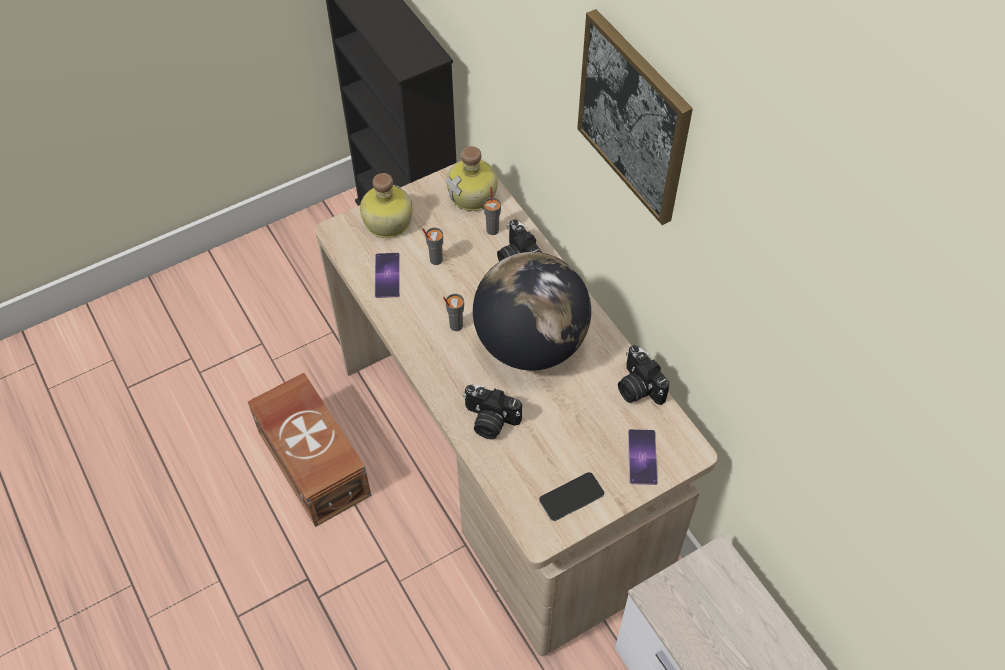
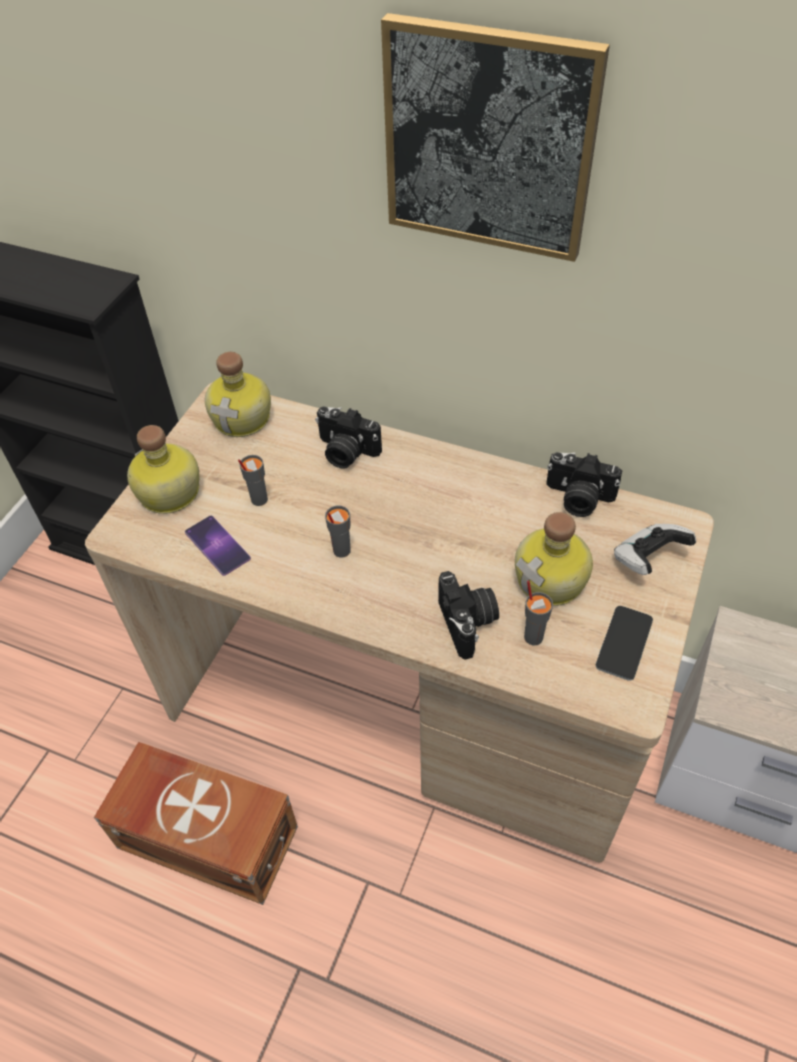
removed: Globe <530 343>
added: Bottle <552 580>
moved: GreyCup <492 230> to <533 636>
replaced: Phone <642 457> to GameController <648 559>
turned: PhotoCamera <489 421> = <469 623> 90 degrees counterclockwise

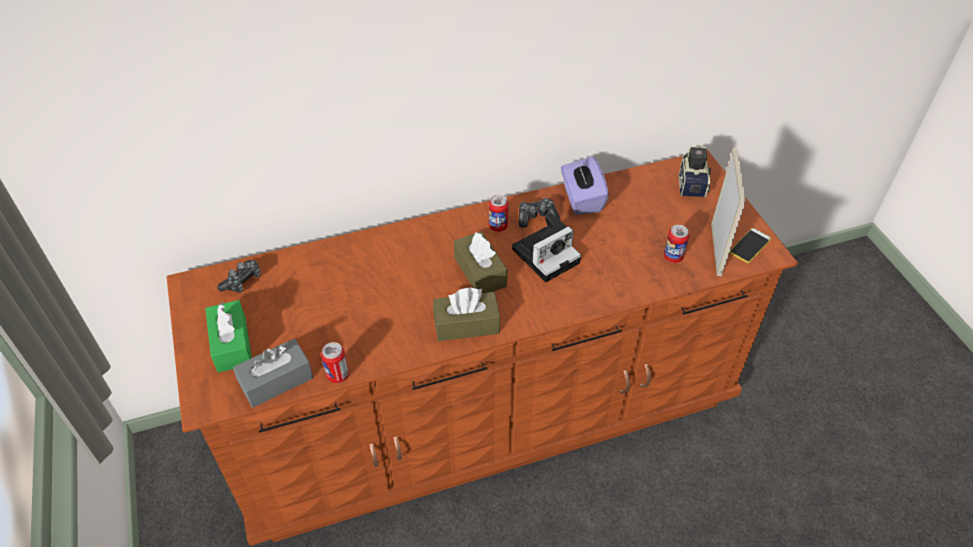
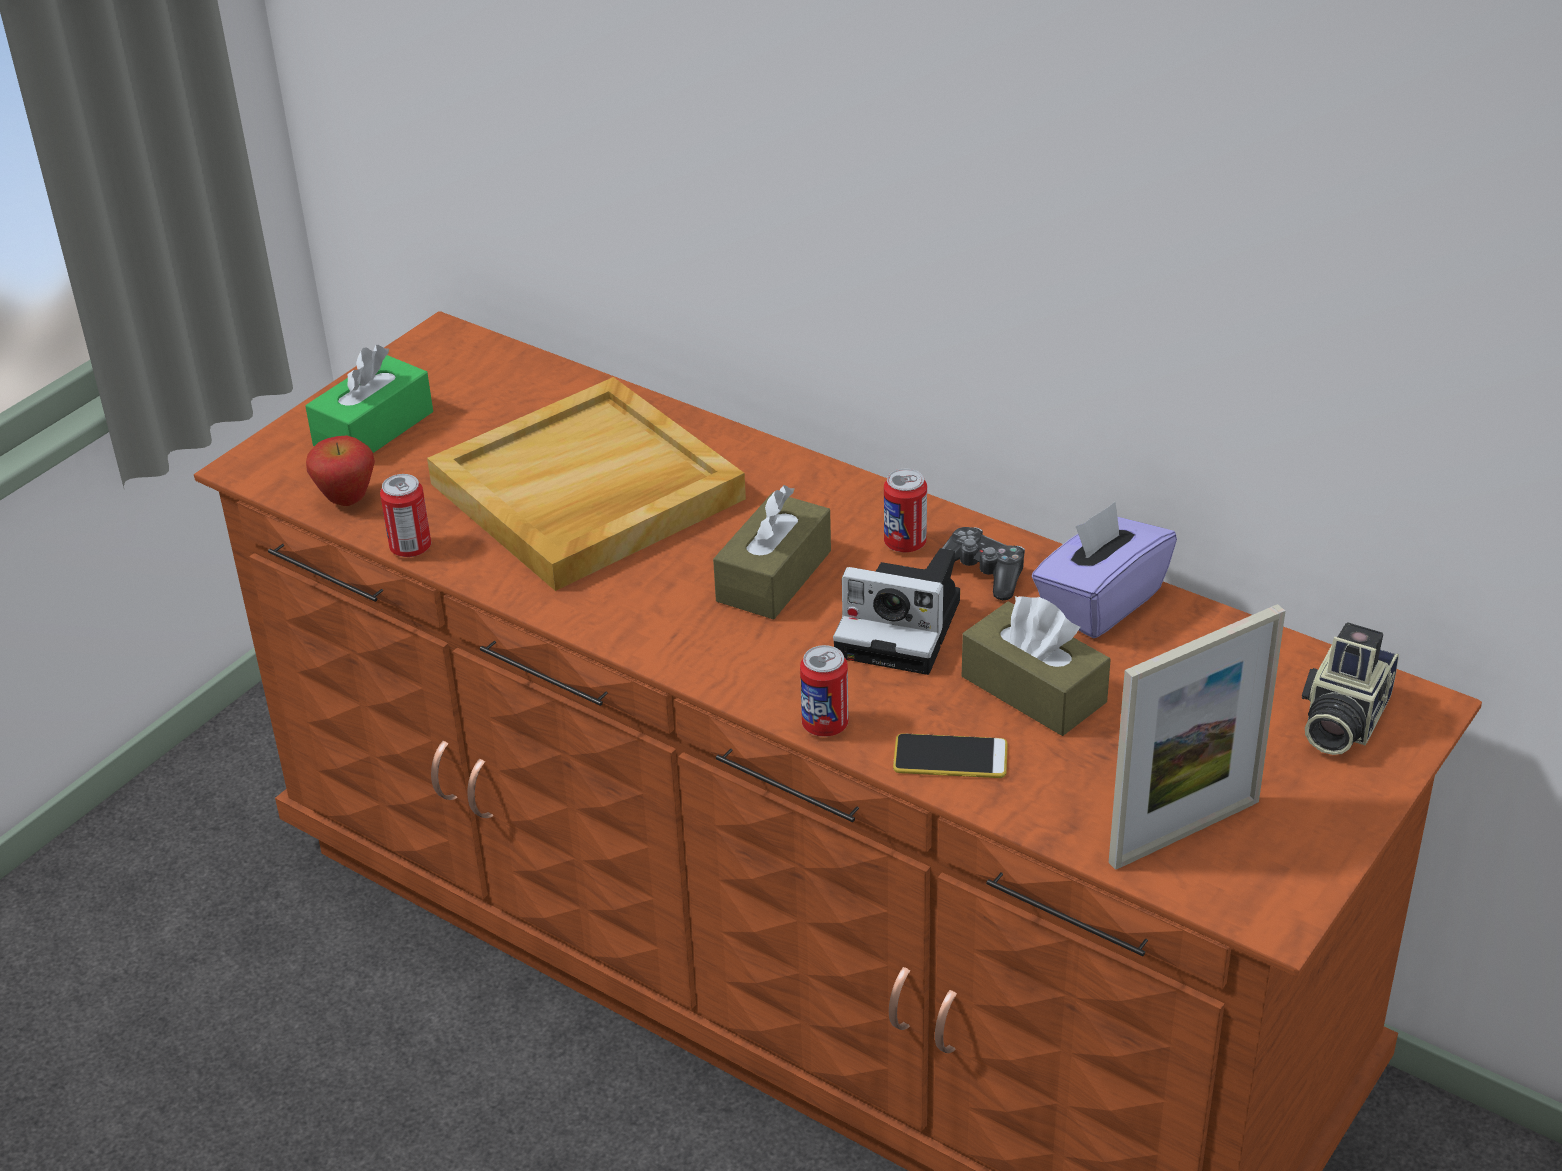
removed: GameController <242 281>
added: BeigeTray <586 493>
moved: Can <673 257> to <825 725>; Phone <750 246> to <950 757>; BrownTissueBox <466 324> to <1033 689>
replaced: GreyTissueBox <276 380> to Apple <347 501>
turned: PhotoCamera <692 183> = <1340 720> 150 degrees clockwise

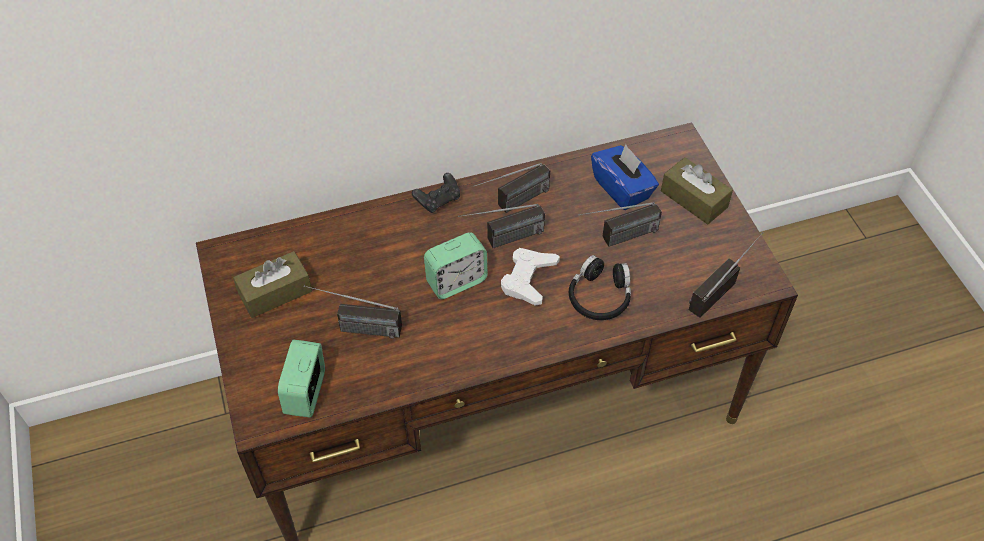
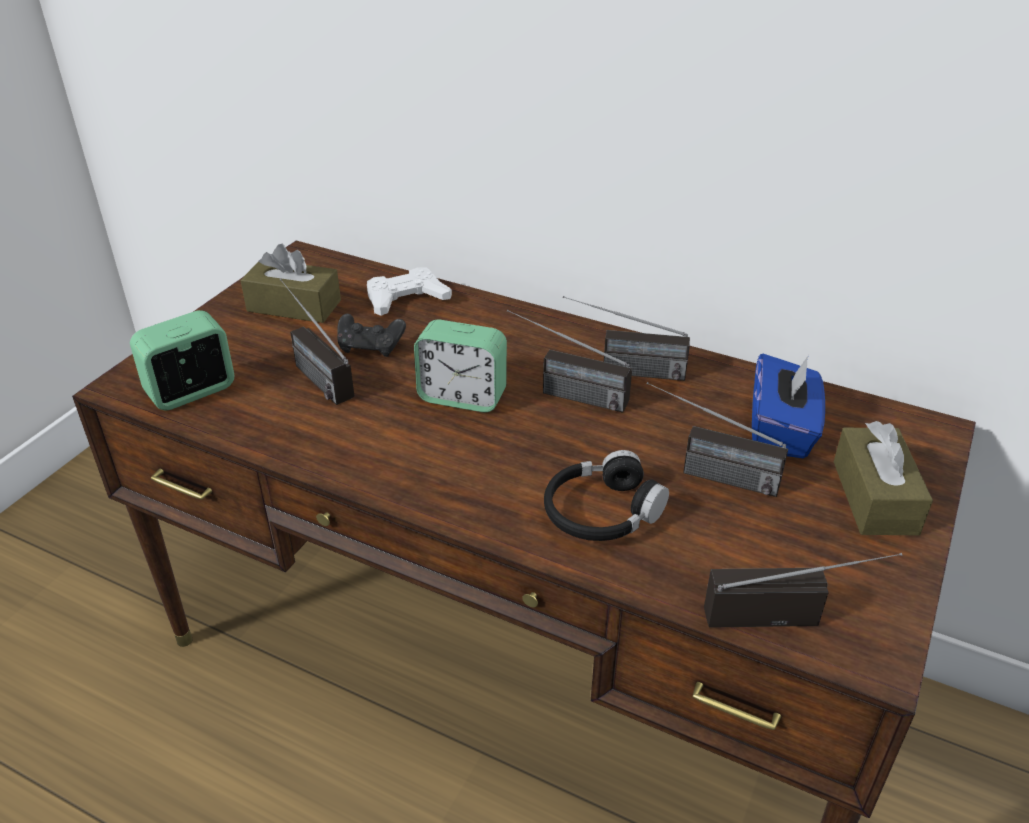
moved: BlackGameController <438 200> to <371 347>; WhiteGameController <528 279> to <406 299>

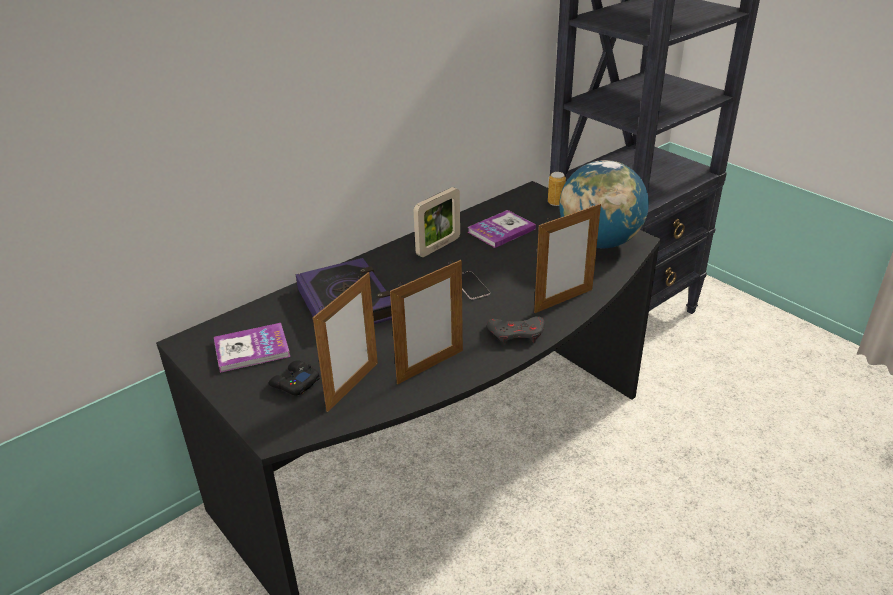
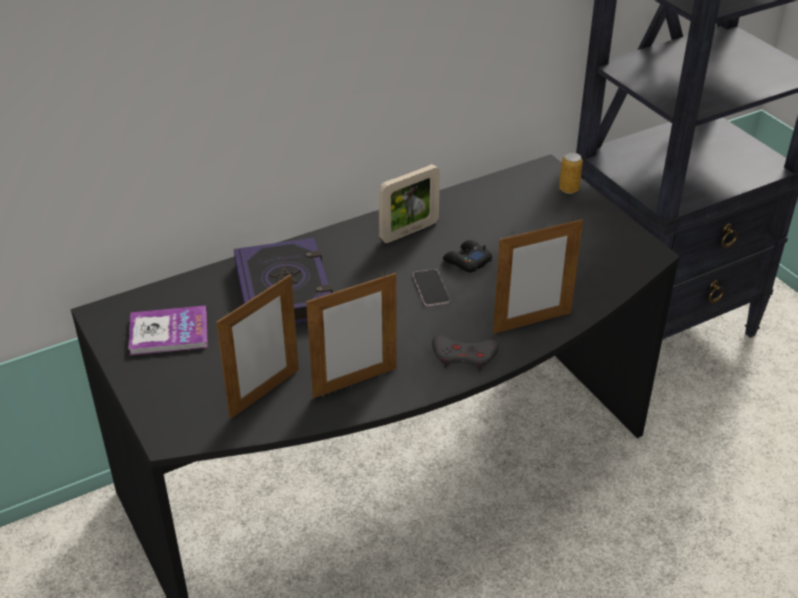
removed: Book <501 230>; Globe <599 242>
moved: BlackGameController <294 383> to <467 261>

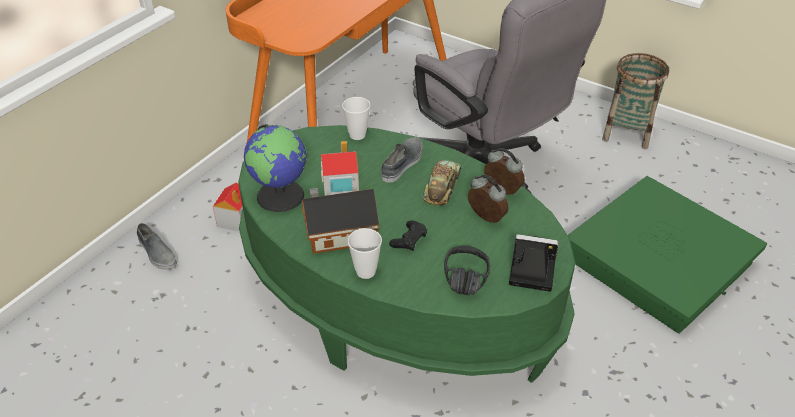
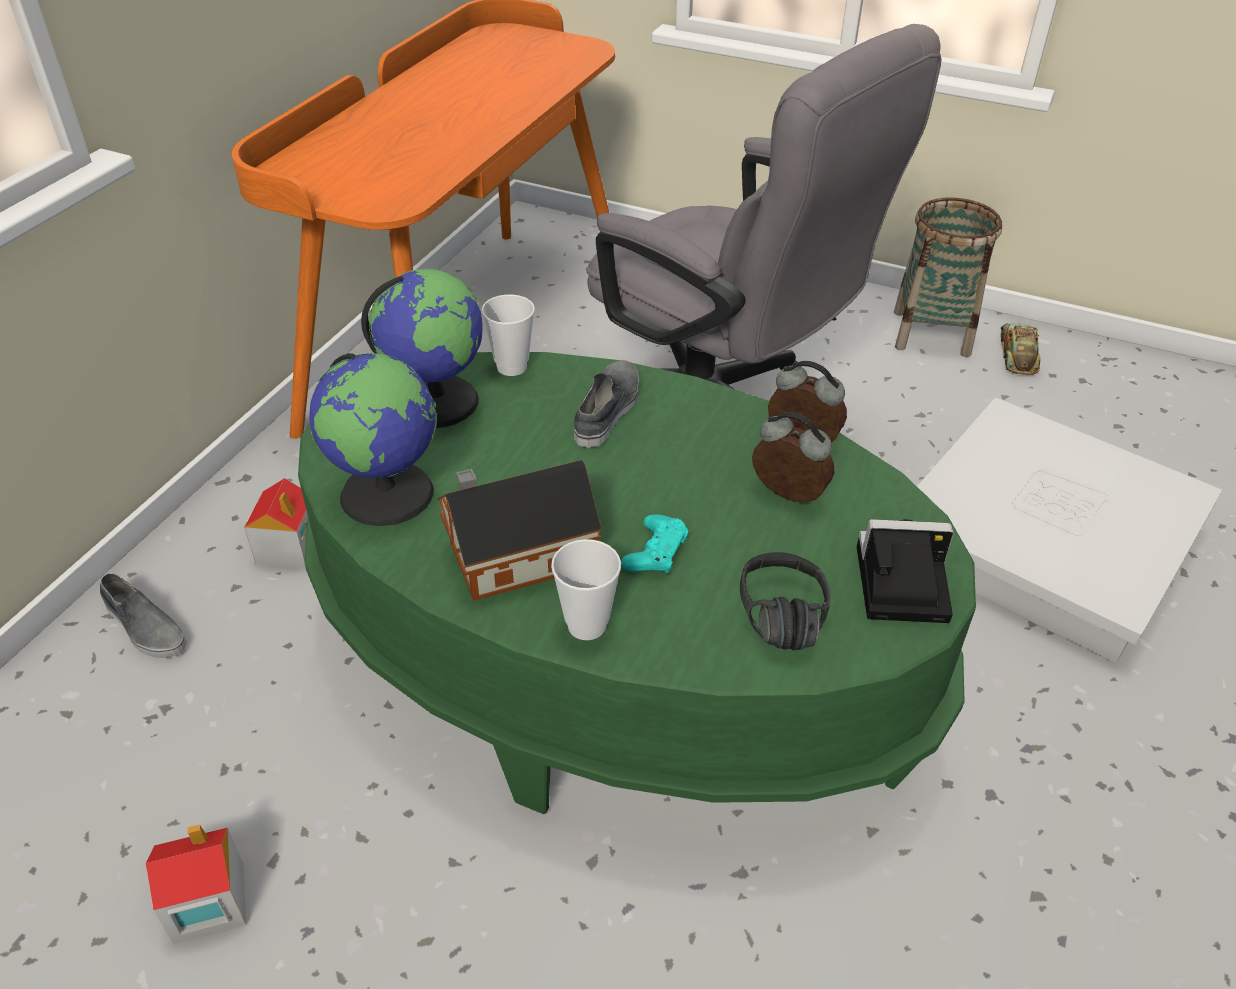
added: Globe <436 400>
moved: ToyHouse <340 189> to <207 902>; ToyCar <442 187> to <1017 355>
recoloured: BlackGameController <409 239> to TurquoiseGameController <655 552>; GreenStorageBox <659 261> to WhiteStorageBox <1045 539>

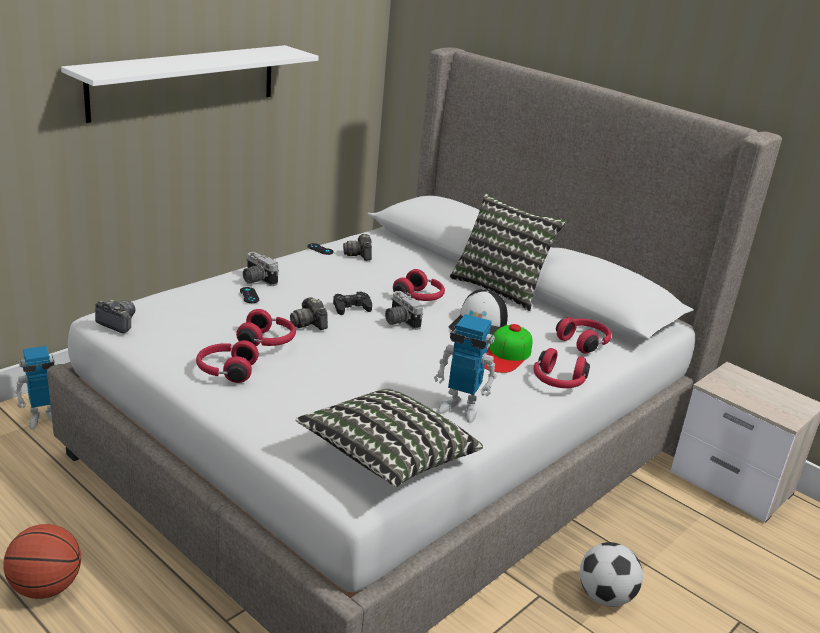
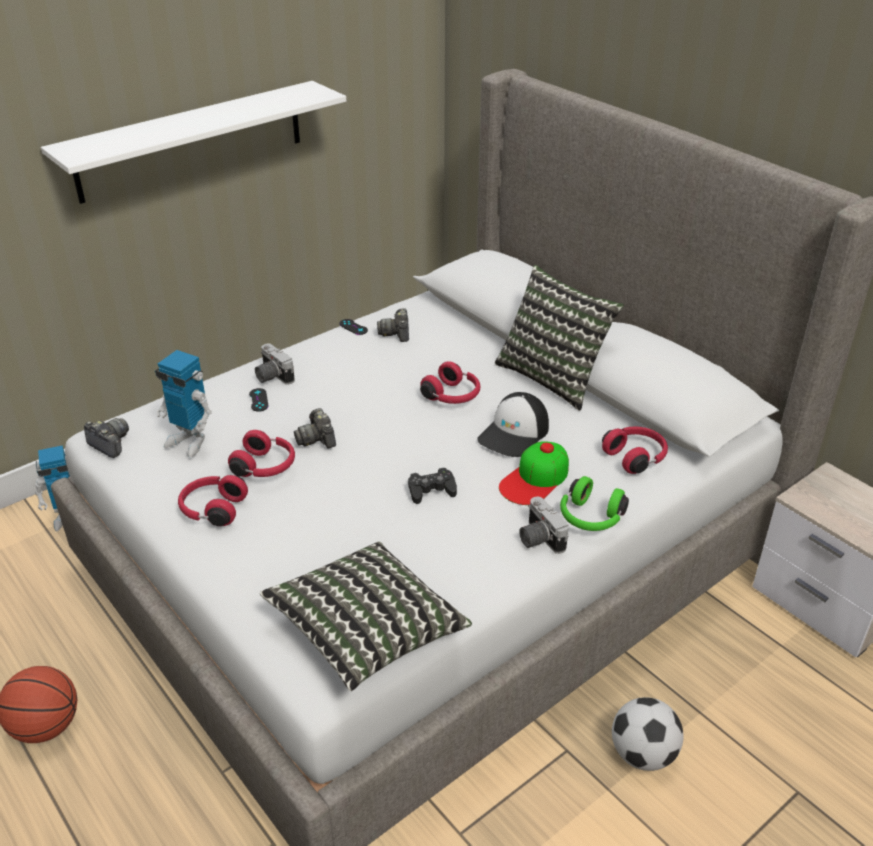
moved: ToyRobot <460 408> to <189 441>; BlackGameController <351 308> to <431 490>; PhotoCamera <399 321> to <538 538>
recoloured: RedHeadphones <557 382> to GreenHeadphones <590 518>

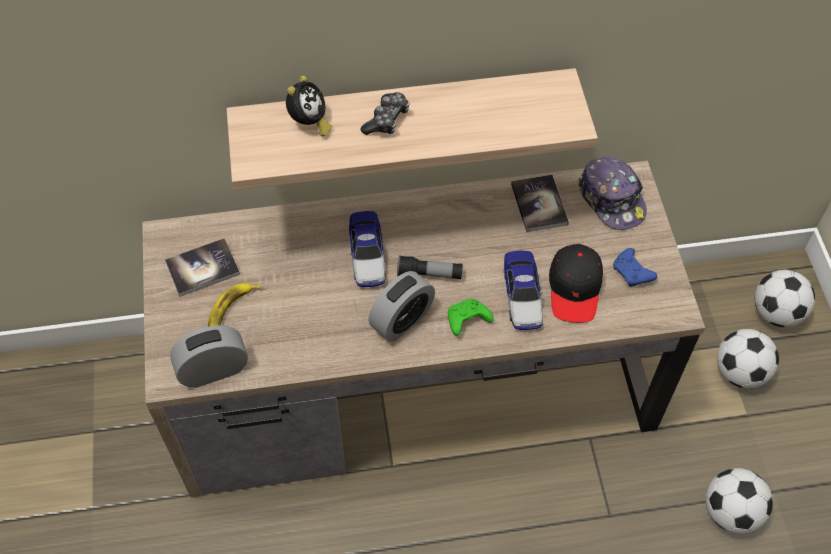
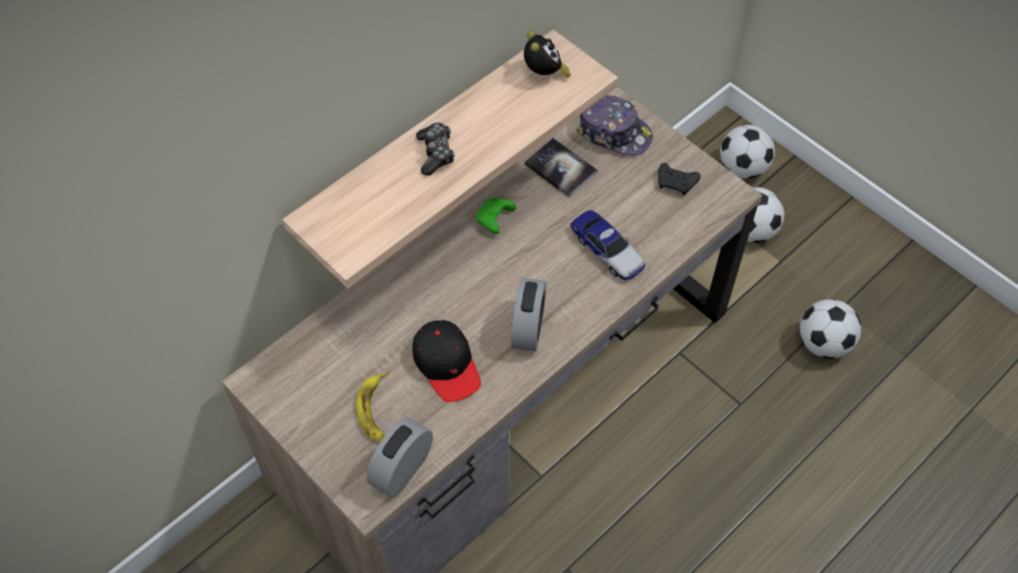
removed: Book <202 268>; ToyCar <367 253>; Flashlight <430 274>
moved: BlackCap <575 288> to <447 365>; GreenGameController <466 320> to <494 219>; AlarmClock <309 123> to <544 74>
recoloured: BlueGameController <632 273> to BlackGameController <676 183>

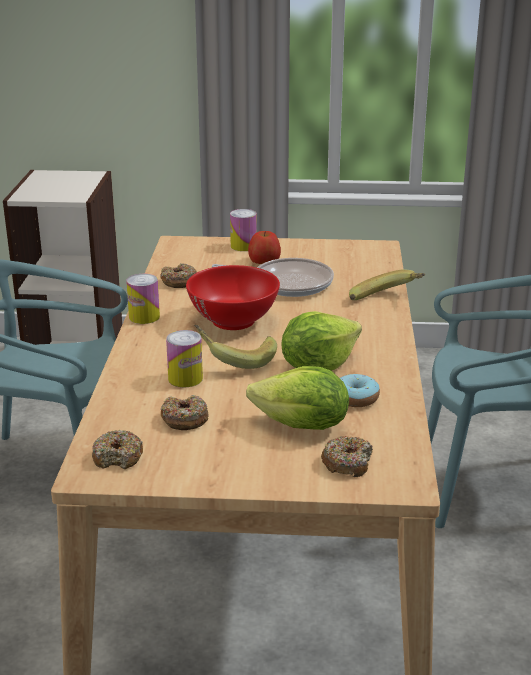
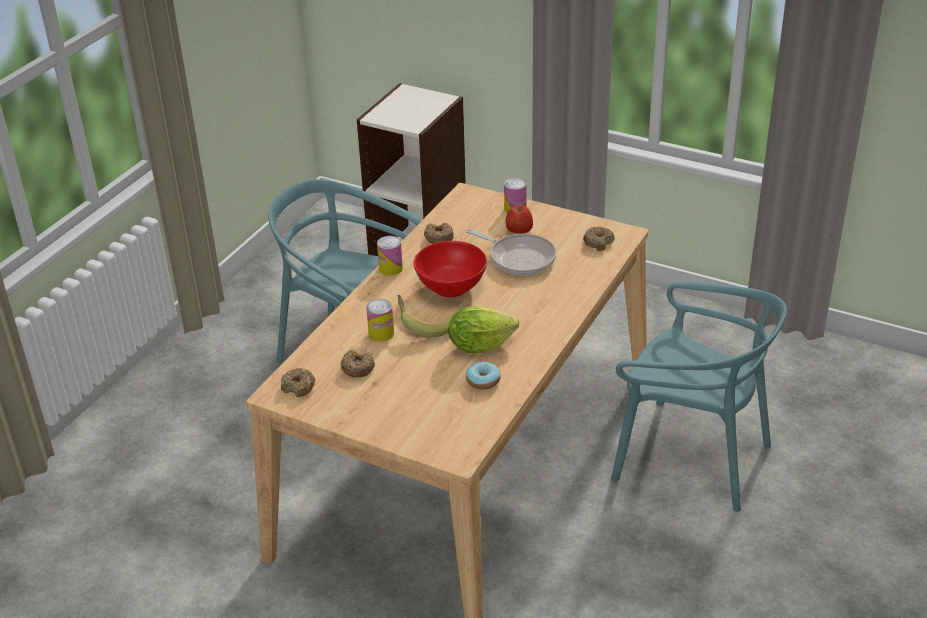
removed: Lettuce <302 426>; Banana <387 301>
moved: Donut <347 463> to <598 242>

